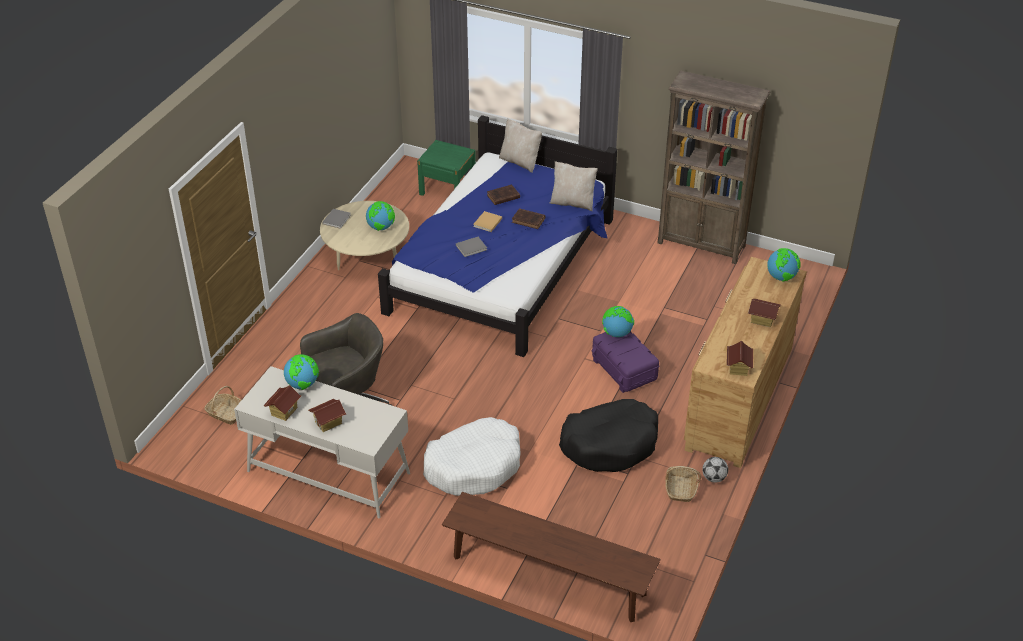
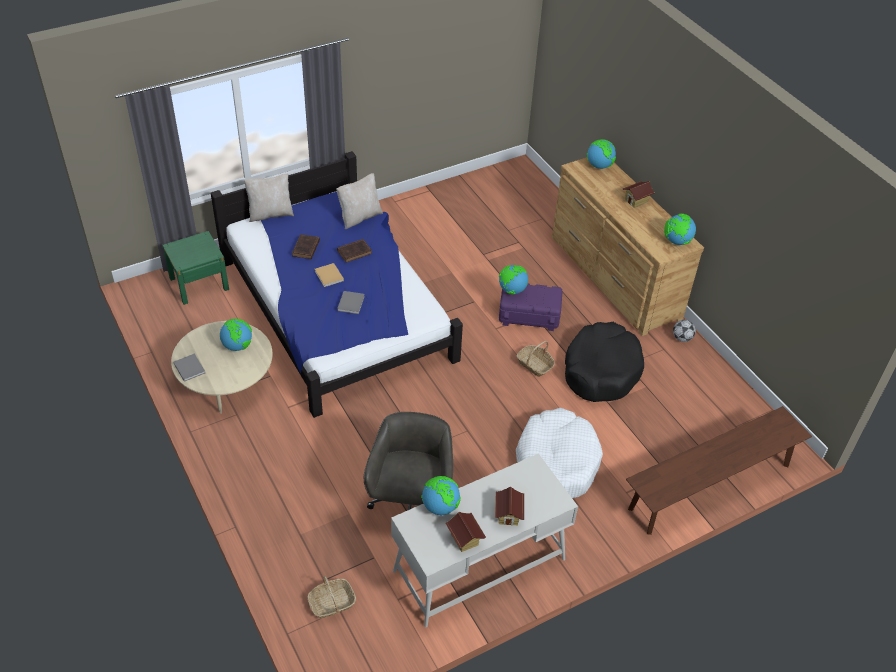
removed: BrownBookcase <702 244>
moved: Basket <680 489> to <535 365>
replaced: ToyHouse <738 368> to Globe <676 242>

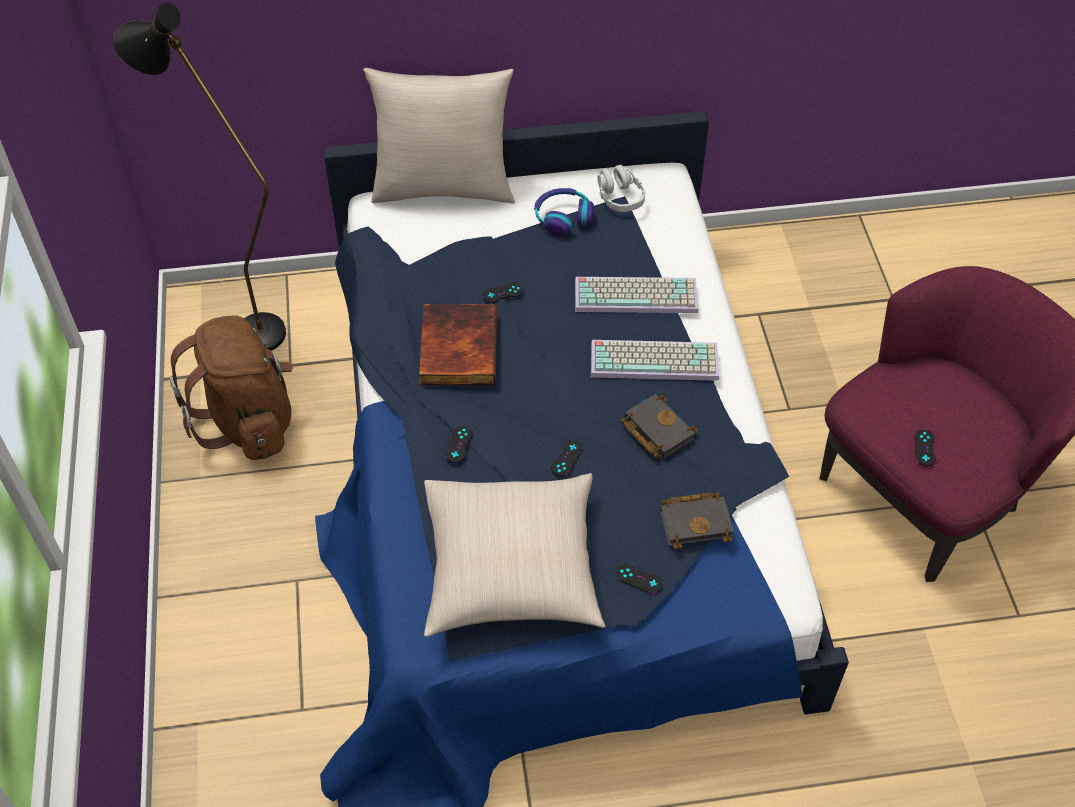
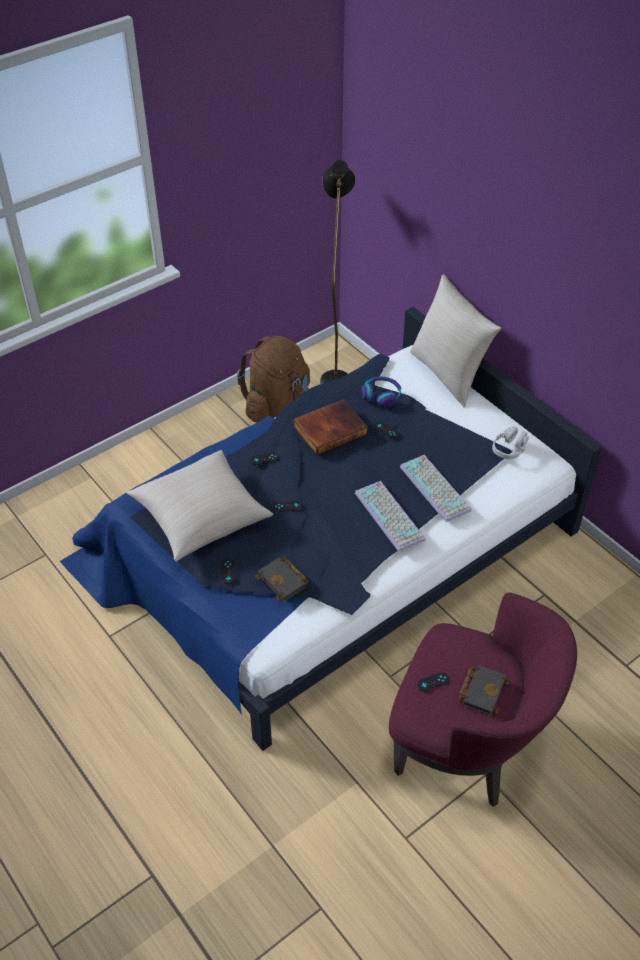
moved: Headphones <563 217> to <381 395>; BlackBook <655 430> to <481 690>

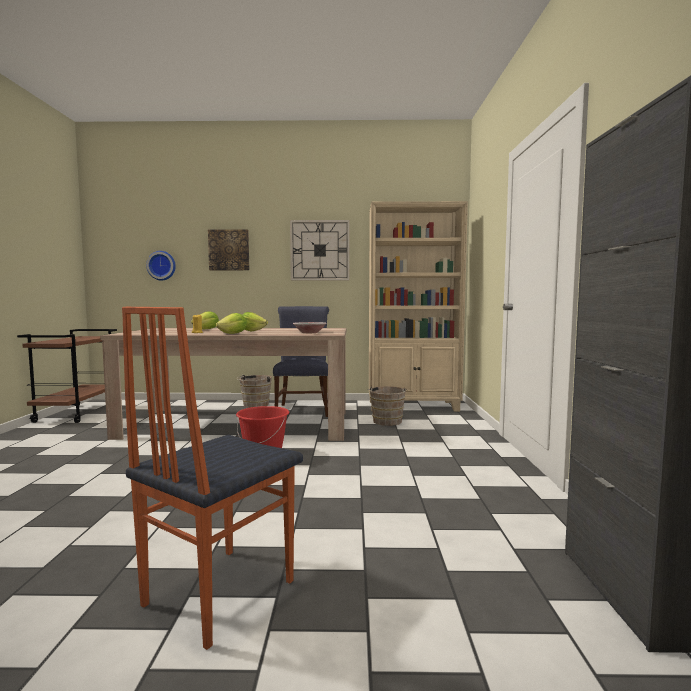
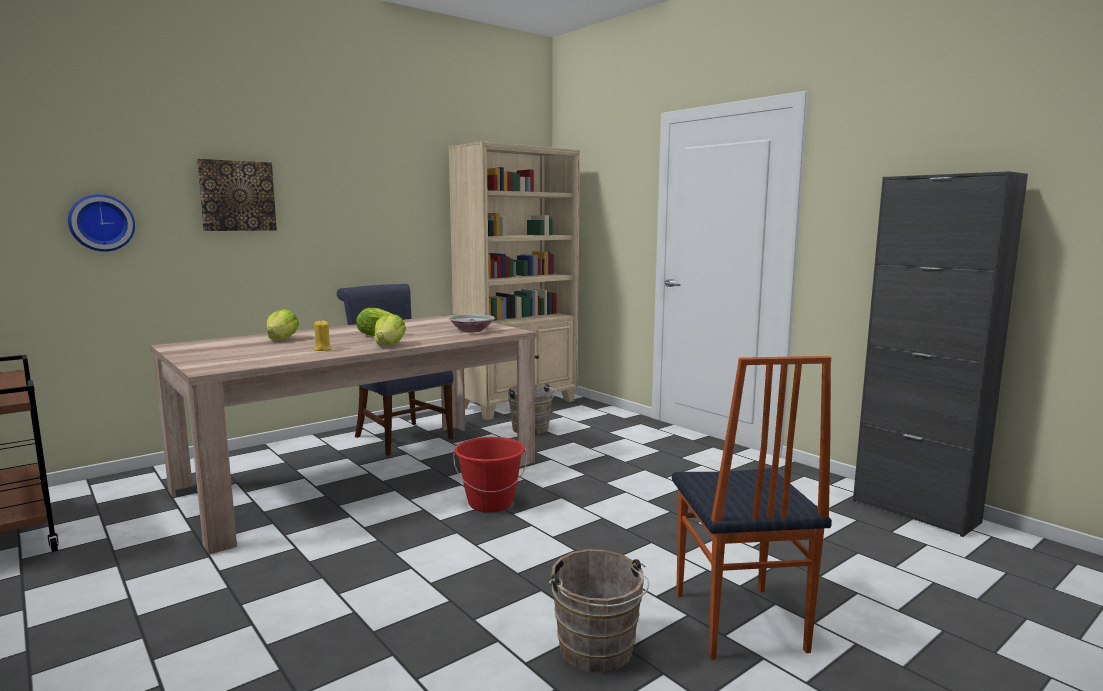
removed: WallClock <320 250>
moved: BrownBucket <254 405> to <597 653>

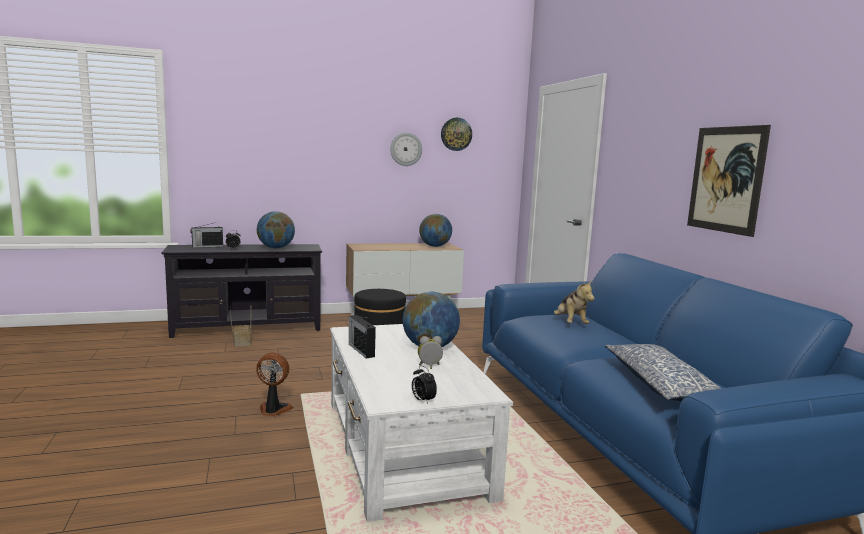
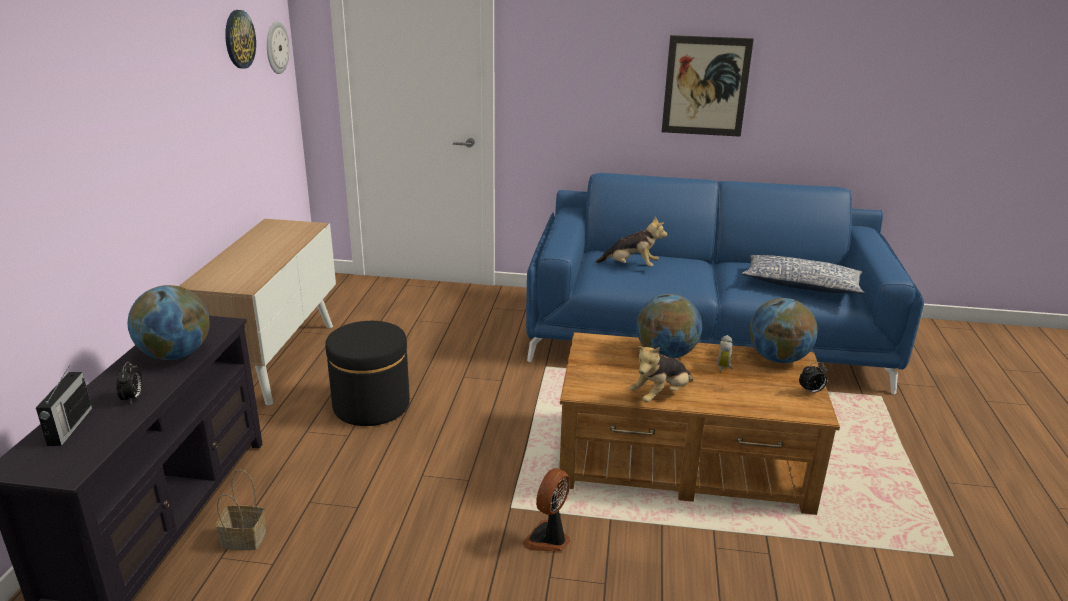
moved: WallClock <406 149> to <276 47>; Globe <435 246> to <778 358>
replaced: Radio <361 350> to PlushToy <660 395>
recoloured: WhiteCoffeeTable <403 447> to BrownCoffeeTable <684 461>

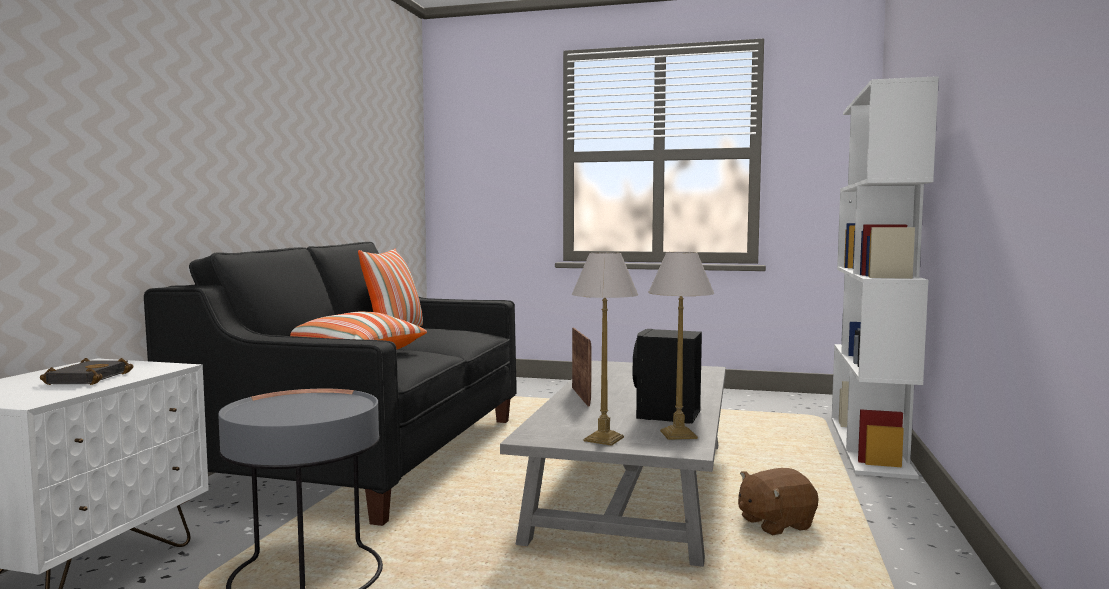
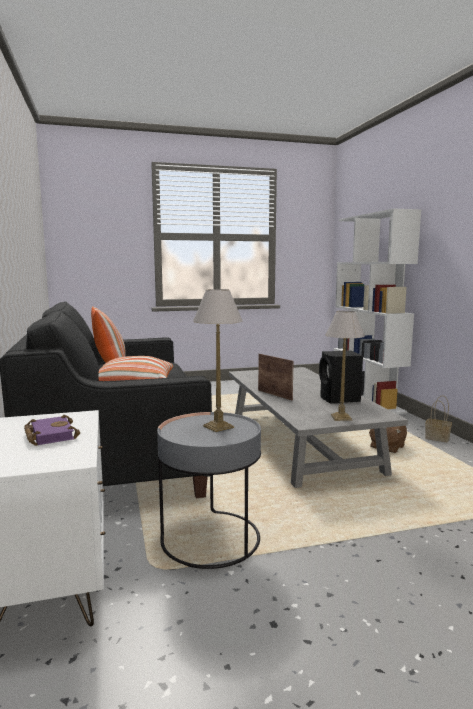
added: Basket <438 438>
moved: TableLamp <679 435> to <219 427>
recoloured: BlackBook <87 378> to PurpleBook <49 435>

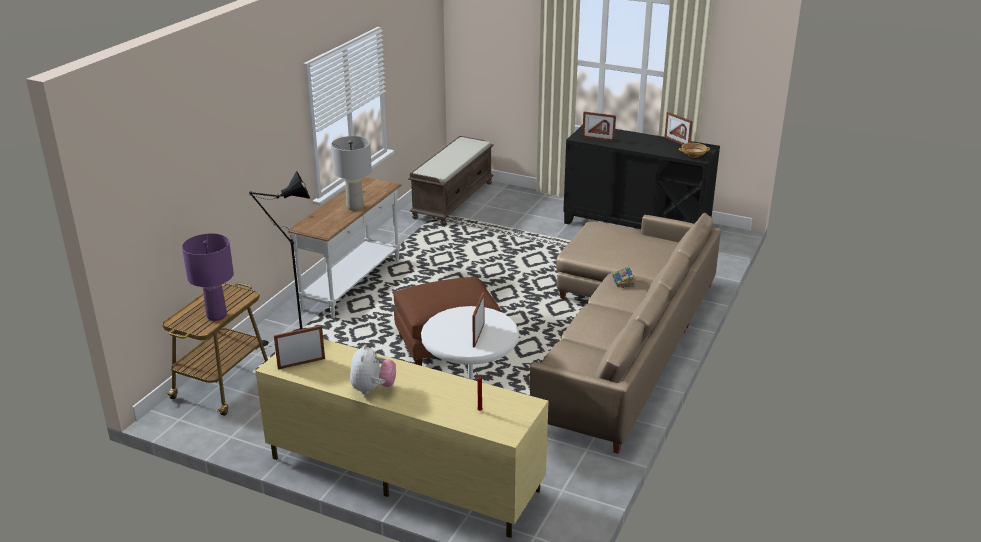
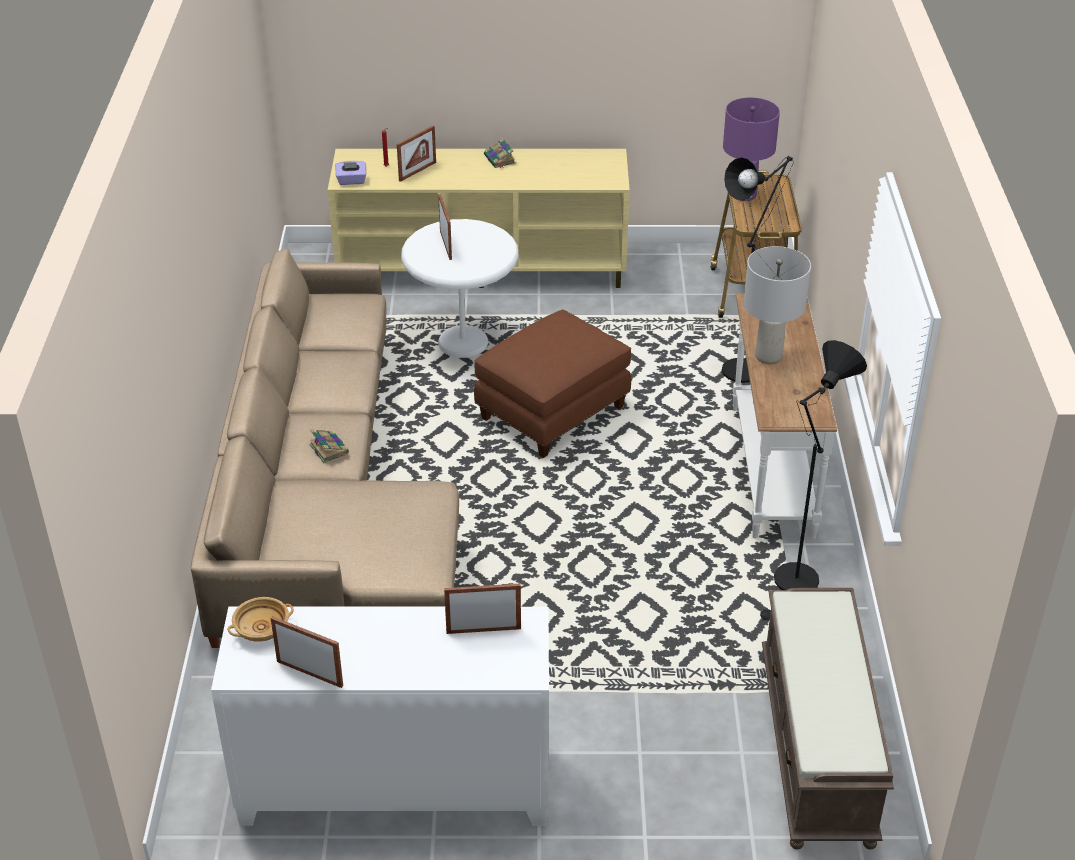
added: PurpleTissueBox <351 181>; BlackFloorLamp <793 586>
moved: PictureFrame <301 363> to <417 171>
replaced: PlushToy <373 389> to Book <500 160>
recoloured: BlackCabinet <636 226> to WhiteCabinet <395 785>

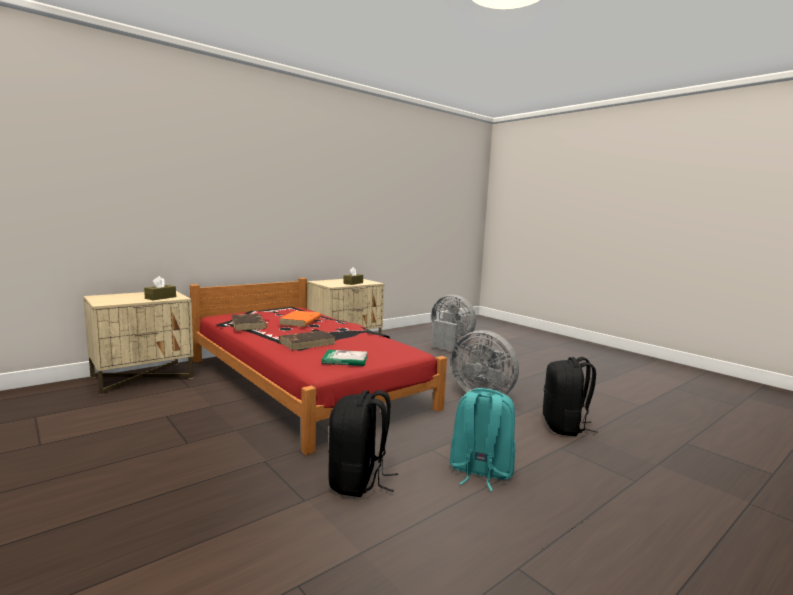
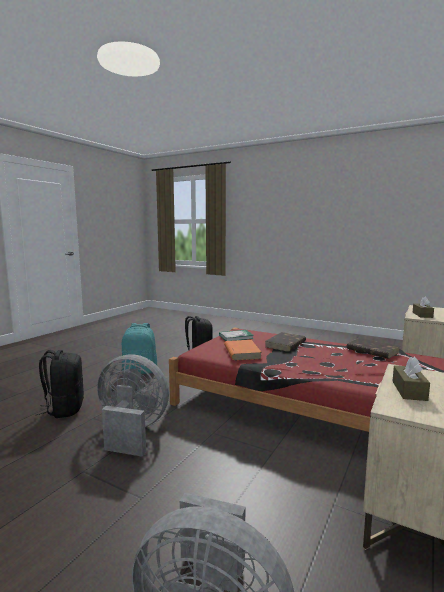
moved: OrangeBook <300 321> to <242 352>

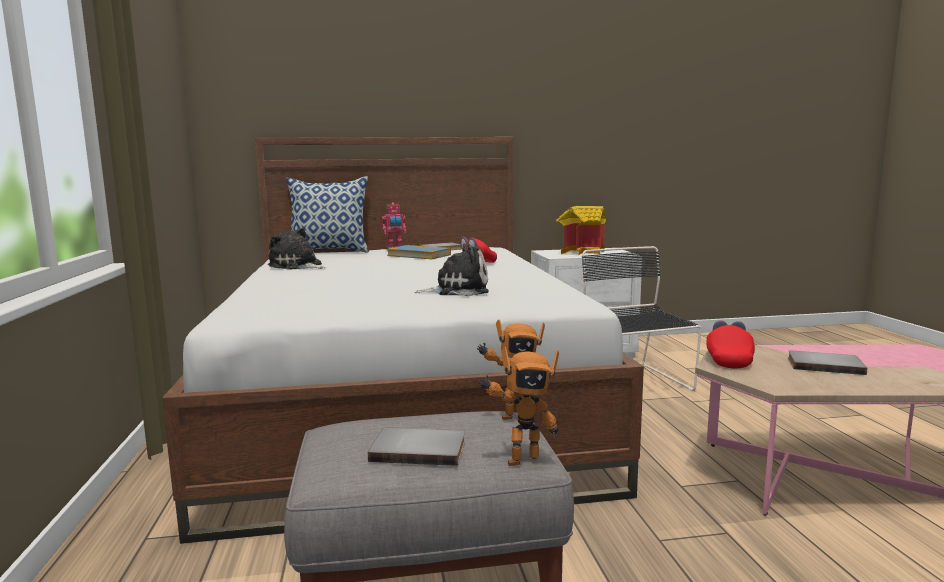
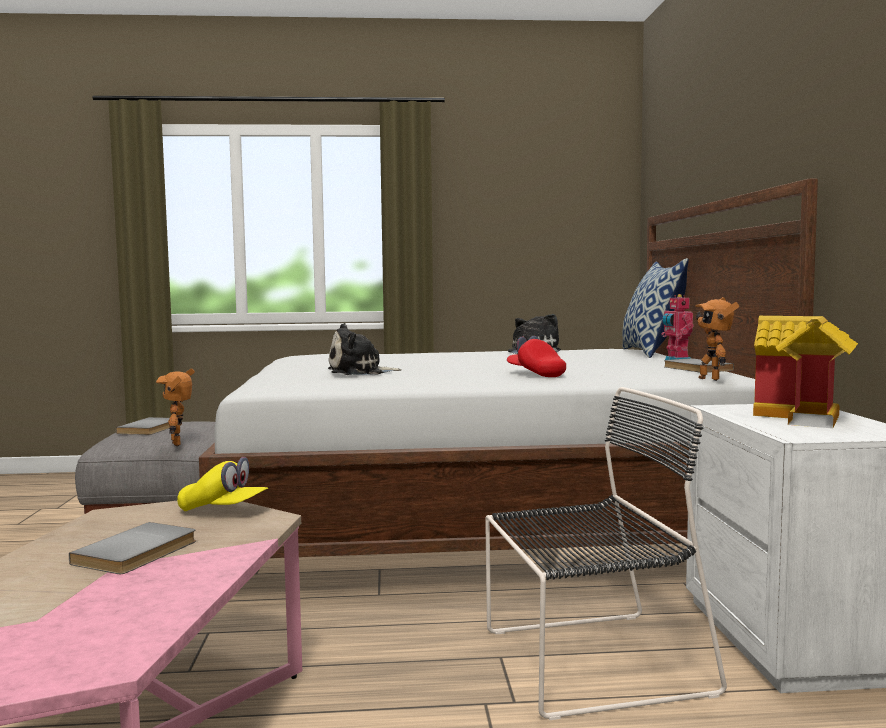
removed: Book <419 255>
moved: ToyRobot <520 458> to <711 379>
recoloured: RedCap <728 360> to YellowCap <223 510>
turned: PlushToy <458 290> = <359 372> 75 degrees clockwise

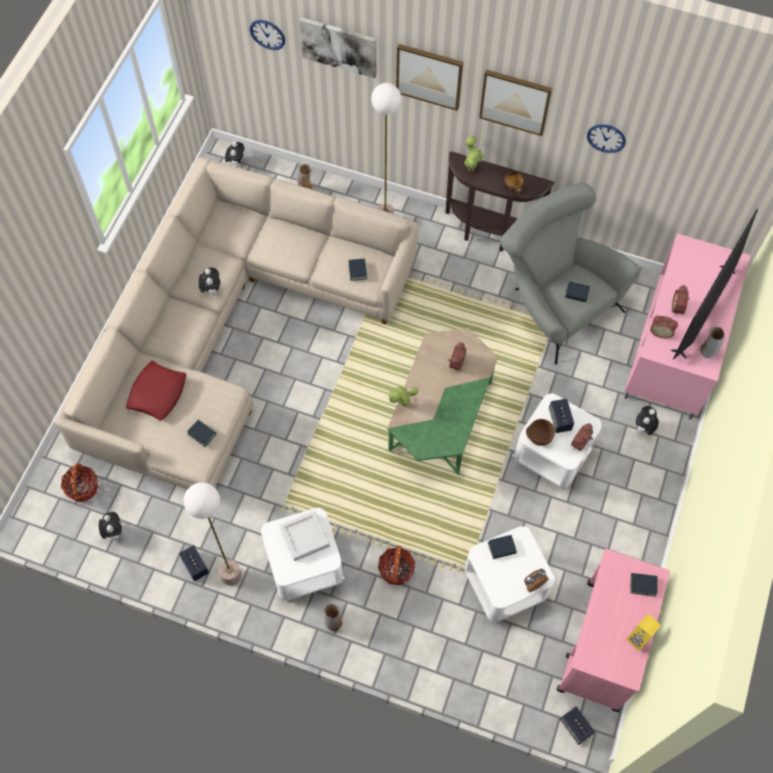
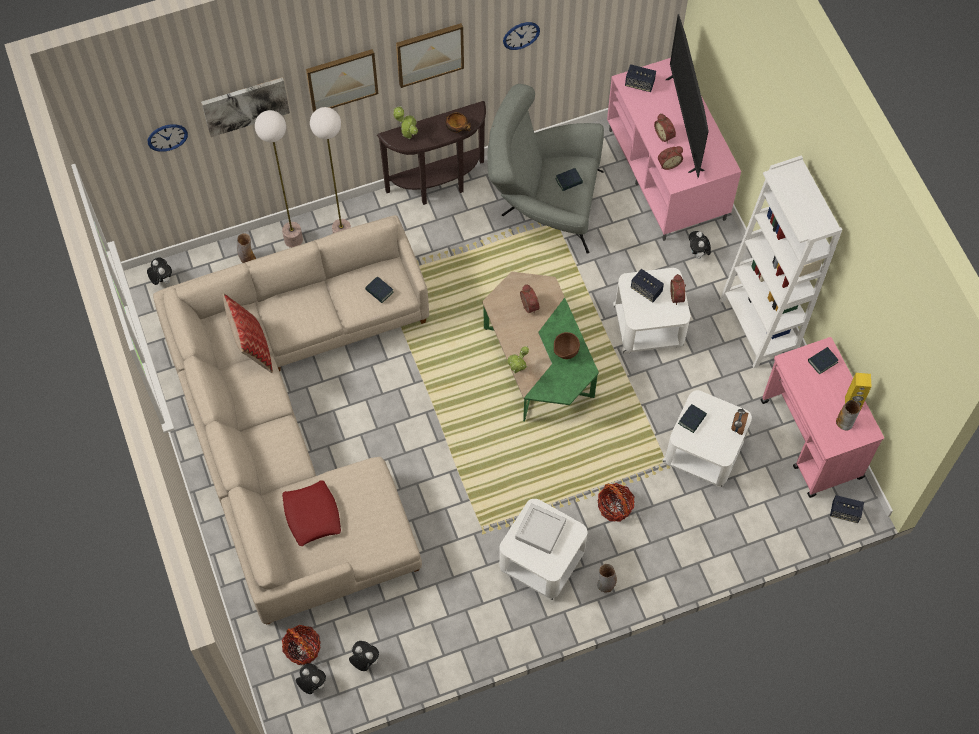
removed: Book <202 434>
added: Pillow <252 348>; WhiteBookcase <758 326>
moved: FloorLamp <231 576> to <293 240>; PlushToy <211 290> to <312 684>; BrownBowl <538 438> to <565 353>; Speaker <195 566> to <639 84>; Vase <708 351> to <845 422>

